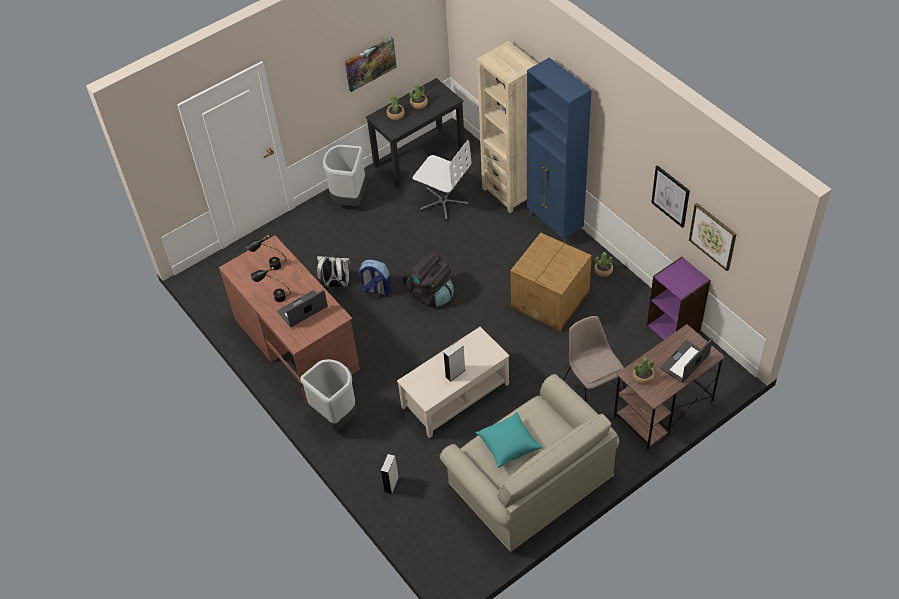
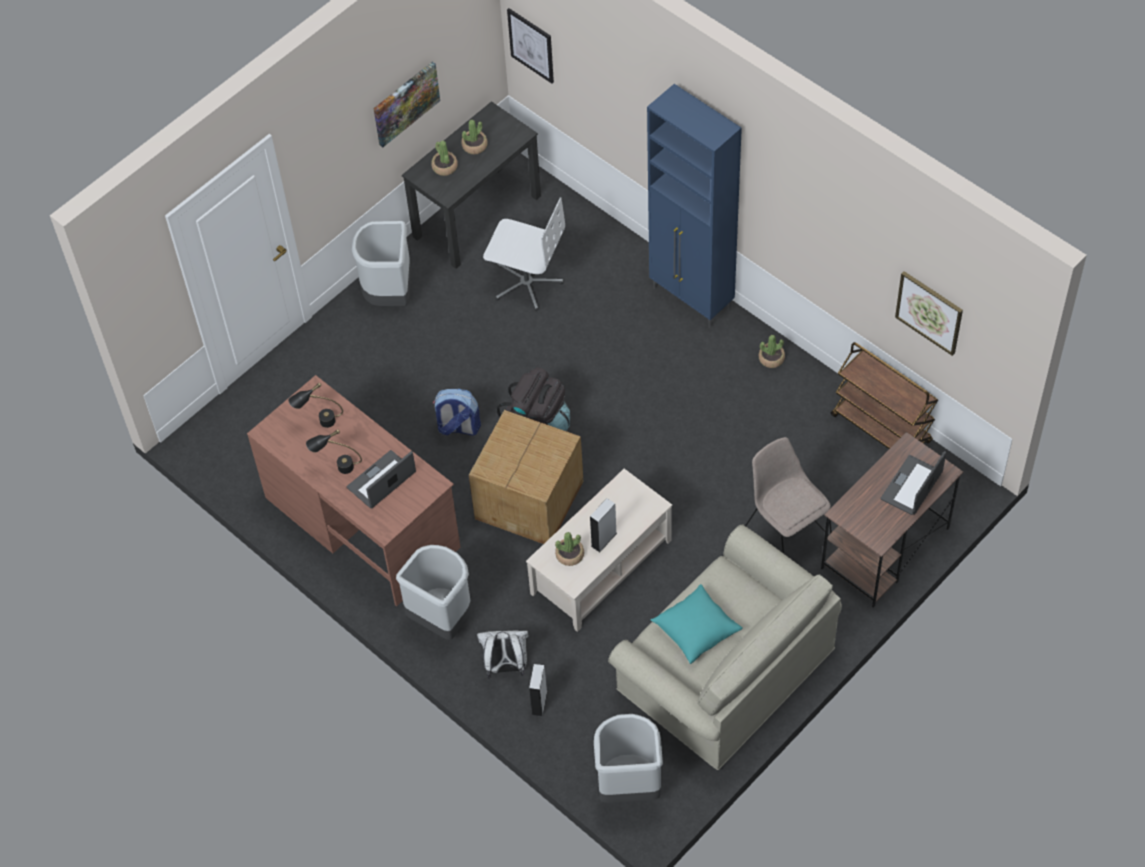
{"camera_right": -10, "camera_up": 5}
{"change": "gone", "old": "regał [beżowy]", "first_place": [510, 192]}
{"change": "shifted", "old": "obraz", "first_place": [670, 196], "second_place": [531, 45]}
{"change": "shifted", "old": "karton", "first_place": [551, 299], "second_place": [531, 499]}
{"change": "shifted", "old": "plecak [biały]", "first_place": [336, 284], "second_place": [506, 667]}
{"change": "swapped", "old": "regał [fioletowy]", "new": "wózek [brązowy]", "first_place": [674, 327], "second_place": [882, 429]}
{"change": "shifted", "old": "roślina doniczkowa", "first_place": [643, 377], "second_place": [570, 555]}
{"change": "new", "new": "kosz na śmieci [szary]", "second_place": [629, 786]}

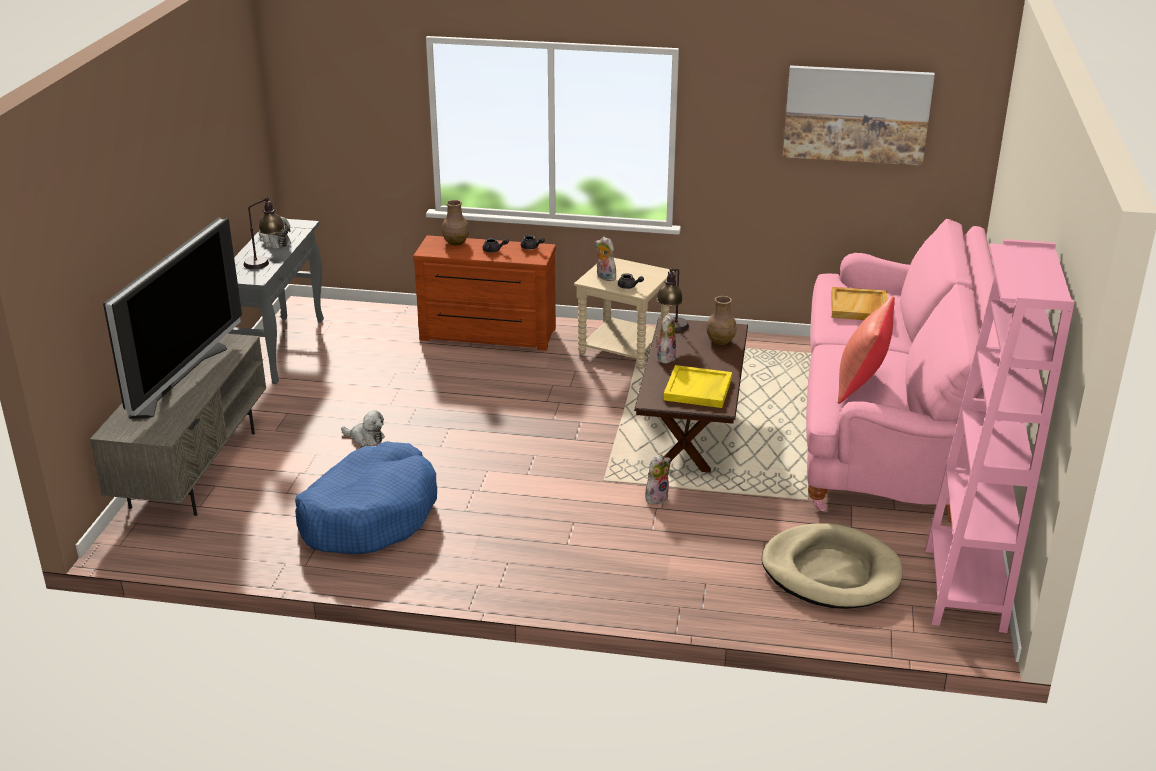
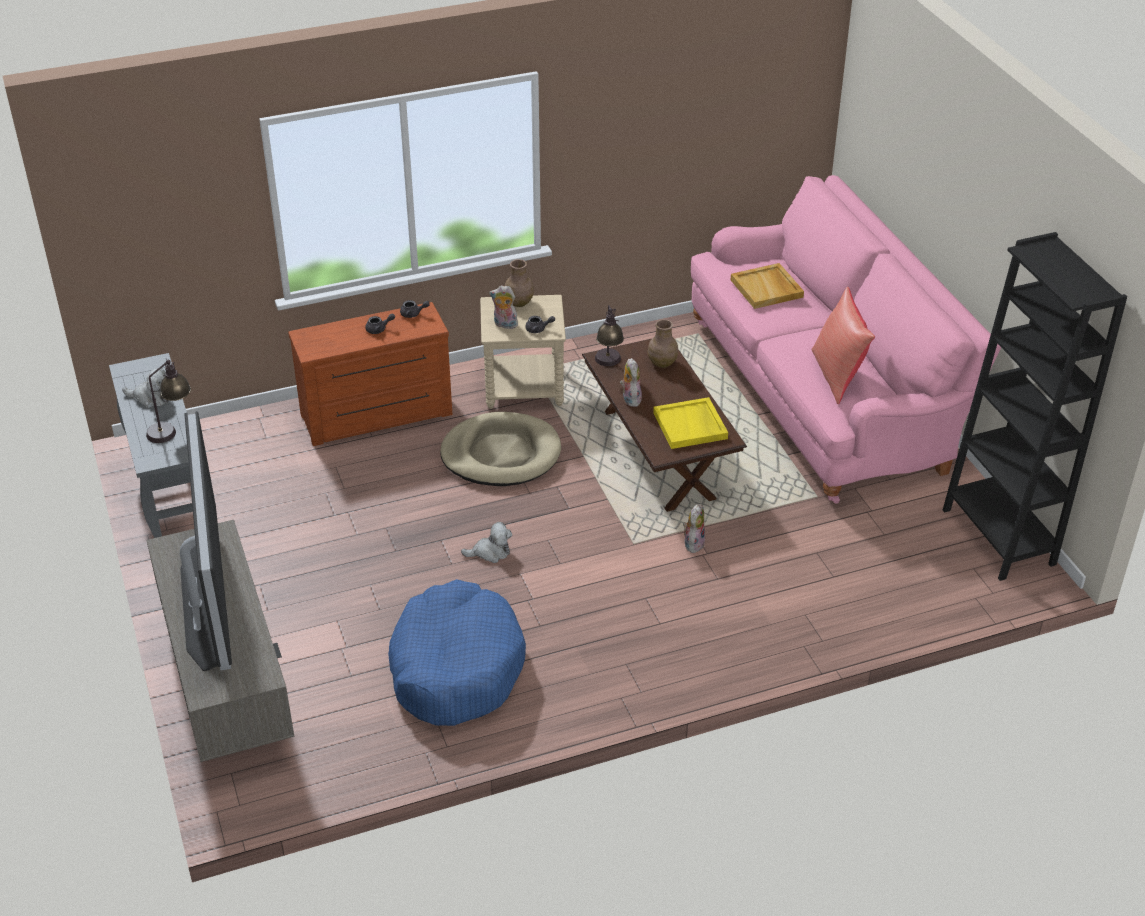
{"camera_right": -30, "camera_up": 10}
{"change": "gone", "old": "obraz", "first_place": [856, 114]}
{"change": "shifted", "old": "wazon [brązowy]", "first_place": [455, 242], "second_place": [519, 303]}
{"change": "repainted", "old": "regał [różowy]", "new": "regał [czarny]", "first_place": [964, 589], "second_place": [998, 537]}
{"change": "shifted", "old": "pluszak", "first_place": [366, 438], "second_place": [490, 552]}
{"change": "shifted", "old": "legowisko [beżowy]", "first_place": [831, 572], "second_place": [501, 454]}

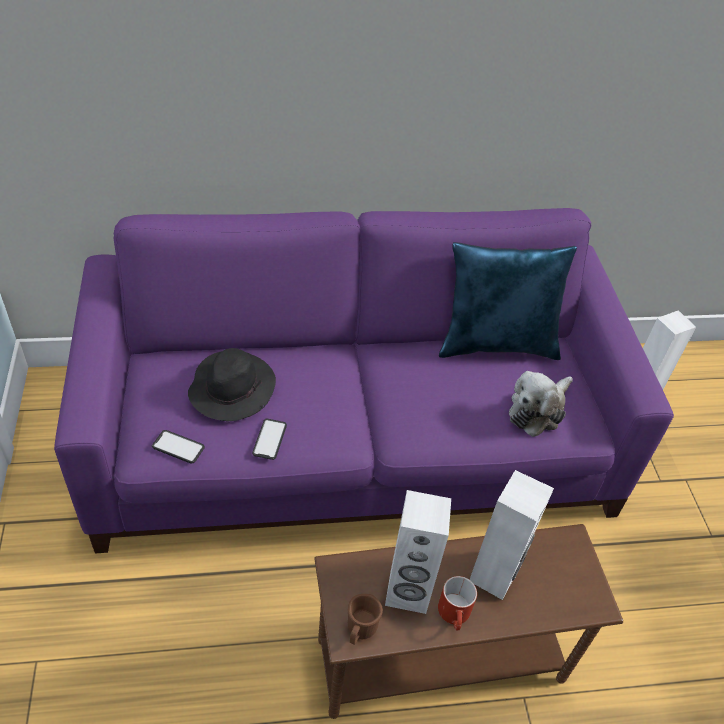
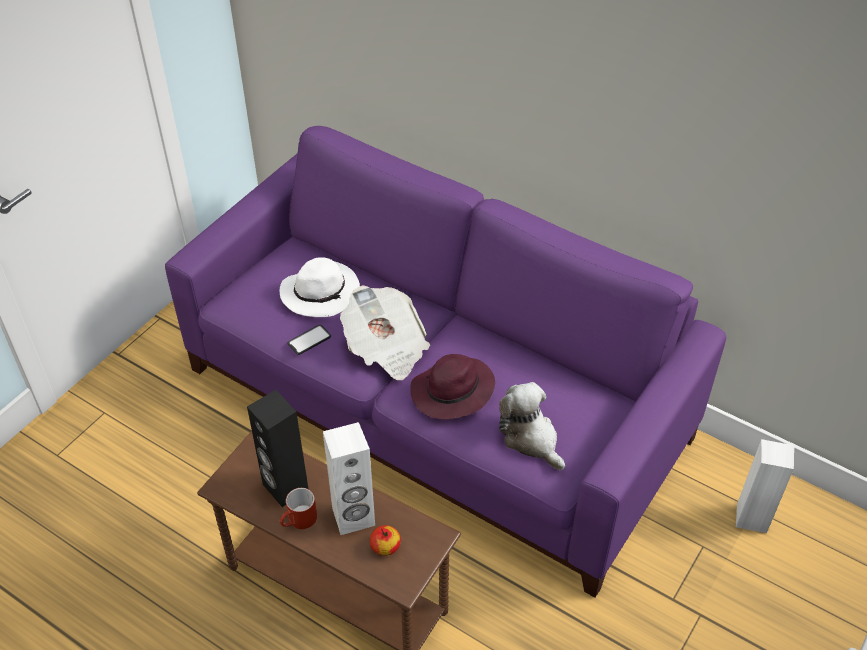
{"camera_right": 45, "camera_up": 0}
{"change": "gone", "old": "poduszka [niebieski]", "first_place": [496, 344]}
{"change": "repainted", "old": "kapelusz [czarny]", "new": "kapelusz [biały]", "first_place": [232, 388], "second_place": [321, 292]}
{"change": "rotated", "old": "pluszak", "first_place": [537, 410], "second_place": [531, 438], "degrees": 60}
{"change": "gone", "old": "telefon", "first_place": [178, 447]}
{"change": "repainted", "old": "głośnik [biały]", "new": "głośnik [czarny]", "first_place": [407, 593], "second_place": [285, 487]}
{"change": "gone", "old": "kubek [brązowy]", "first_place": [360, 630]}
{"change": "new", "new": "gazeta", "second_place": [386, 348]}
{"change": "new", "new": "kapelusz [fioletowy]", "second_place": [452, 392]}
{"change": "new", "new": "jabłko", "second_place": [385, 546]}

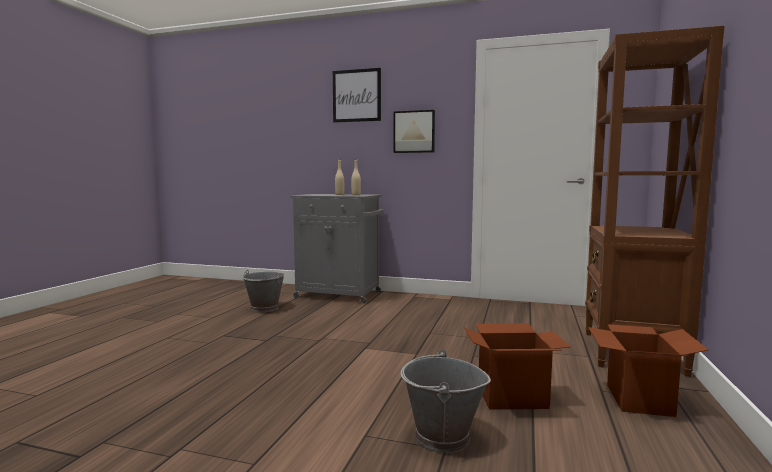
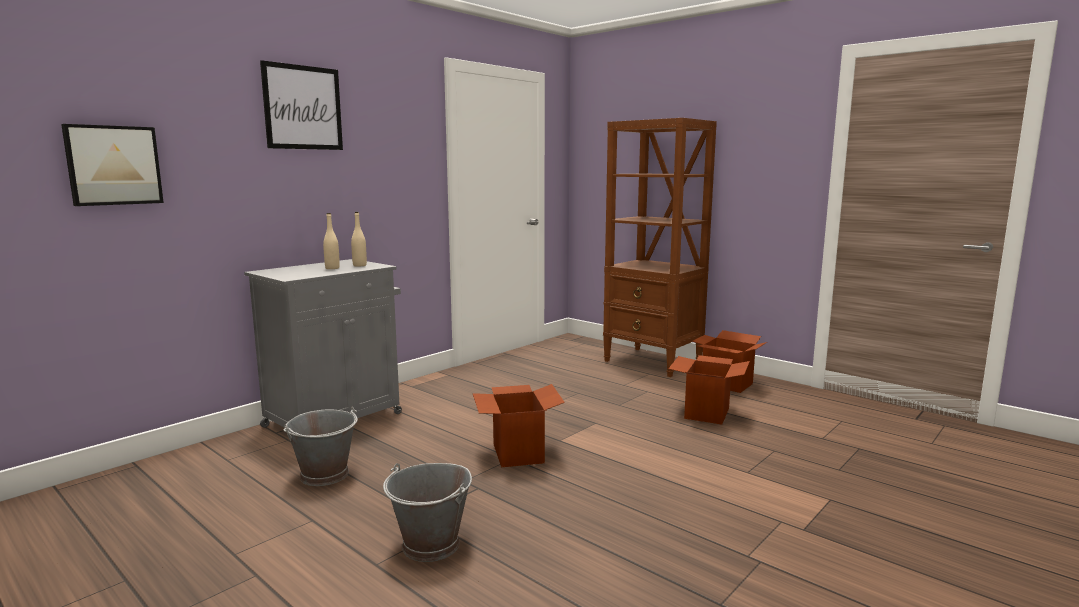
{"camera_right": -65, "camera_up": 5}
{"change": "shifted", "old": "obraz", "first_place": [414, 132], "second_place": [113, 165]}
{"change": "shifted", "old": "wiadro [szary]", "first_place": [441, 437], "second_place": [431, 545]}
{"change": "new", "new": "karton", "second_place": [517, 453]}

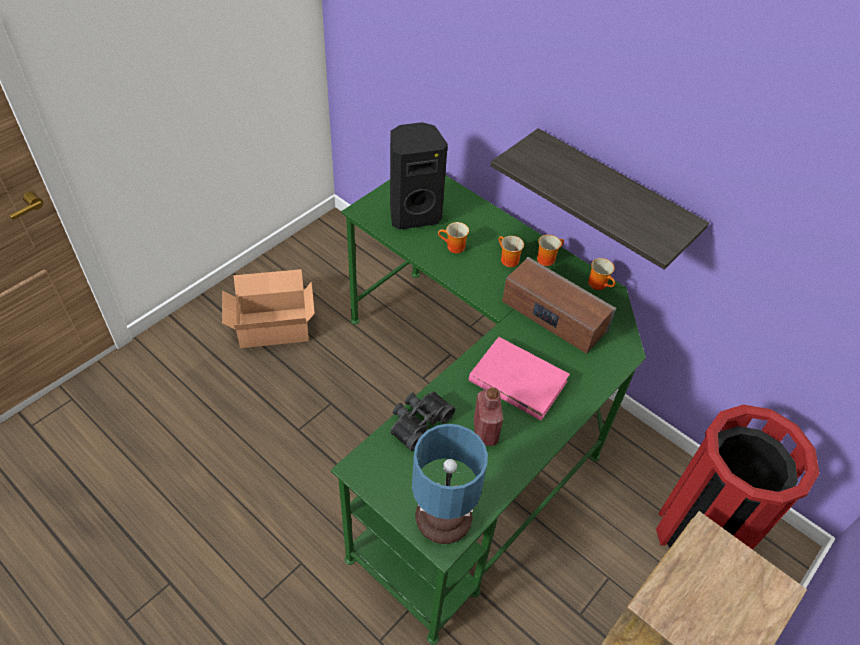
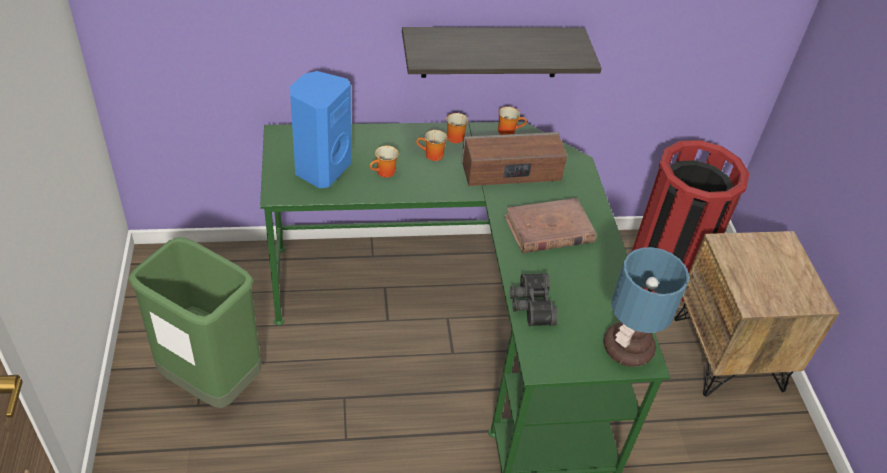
{"camera_right": -50, "camera_up": -5}
{"change": "repainted", "old": "głośnik [czarny]", "new": "głośnik [niebieski]", "first_place": [413, 214], "second_place": [321, 169]}
{"change": "swapped", "old": "karton", "new": "kosz na śmieci [zielony]", "first_place": [271, 325], "second_place": [211, 382]}
{"change": "repainted", "old": "książka [różowy]", "new": "książka [brązowy]", "first_place": [517, 381], "second_place": [548, 229]}
{"change": "gone", "old": "butelka [czerwony]", "first_place": [485, 432]}

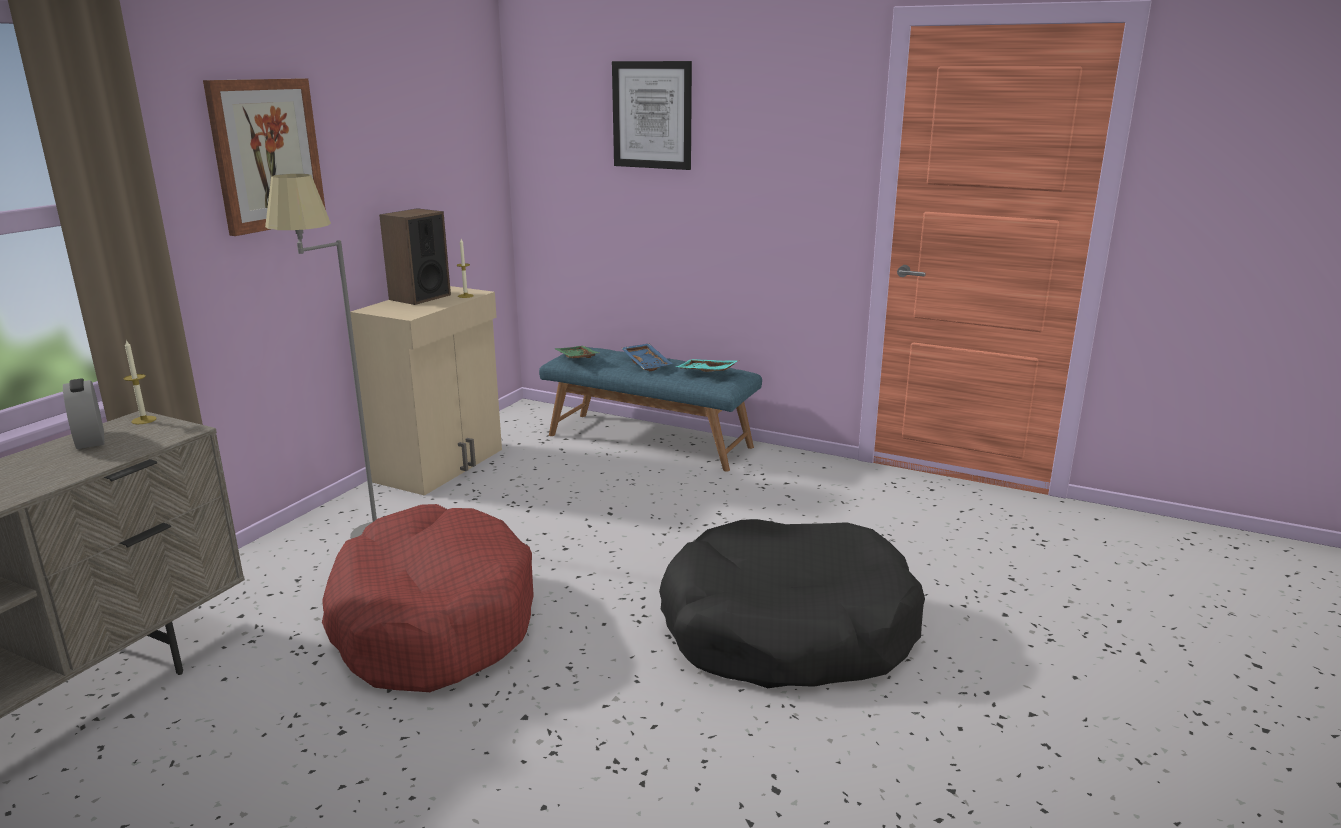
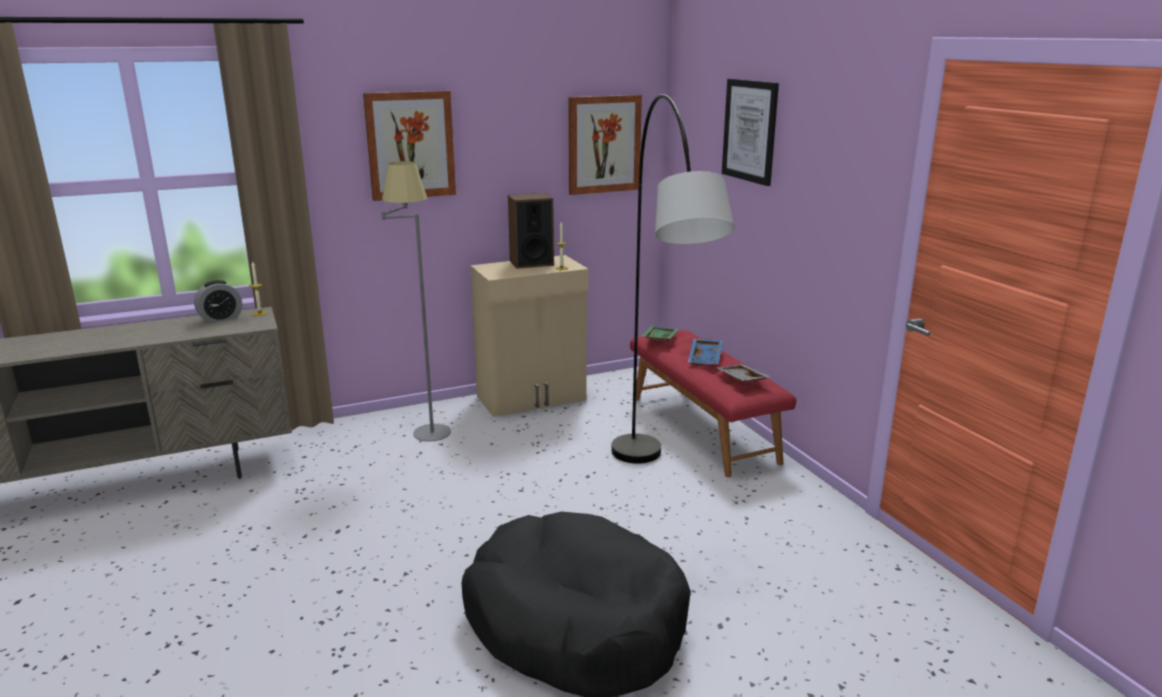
{"camera_right": 40, "camera_up": 0}
{"change": "repainted", "old": "ławka [niebieski]", "new": "ławka [czerwony]", "first_place": [650, 440], "second_place": [703, 428]}
{"change": "repainted", "old": "taca [turkusowy]", "new": "taca [szary]", "first_place": [706, 372], "second_place": [740, 379]}
{"change": "rotated", "old": "budzik", "first_place": [90, 440], "second_place": [220, 318], "degrees": -135}
{"change": "gone", "old": "legowisko [czerwony]", "first_place": [432, 621]}
{"change": "new", "new": "lampa stojąca [szary]", "second_place": [656, 500]}
{"change": "new", "new": "obraz", "second_place": [604, 144]}

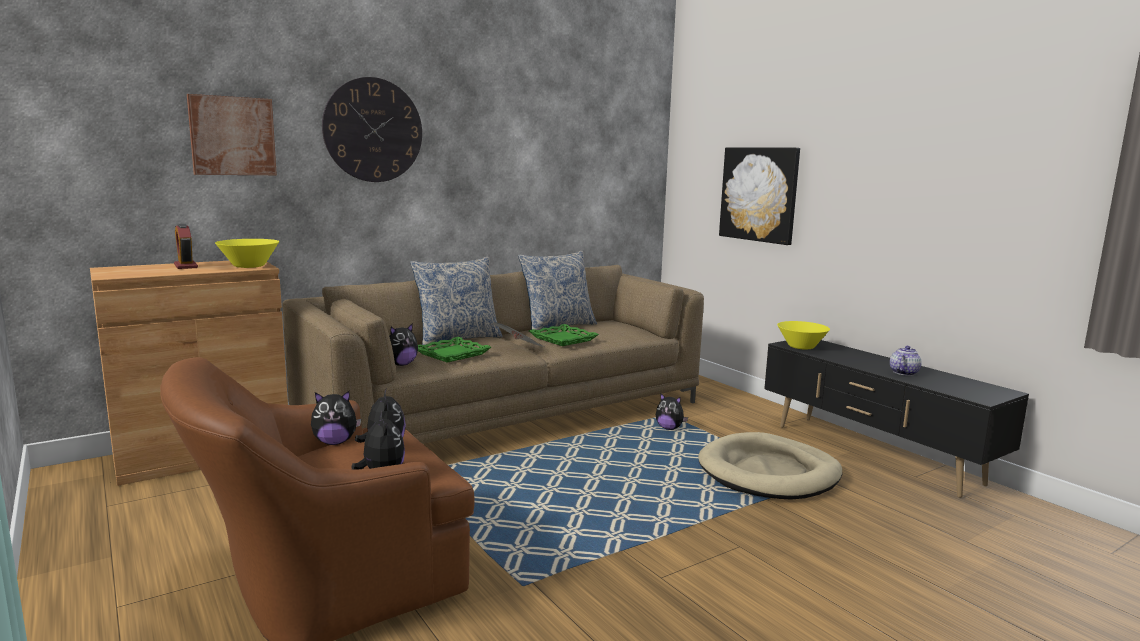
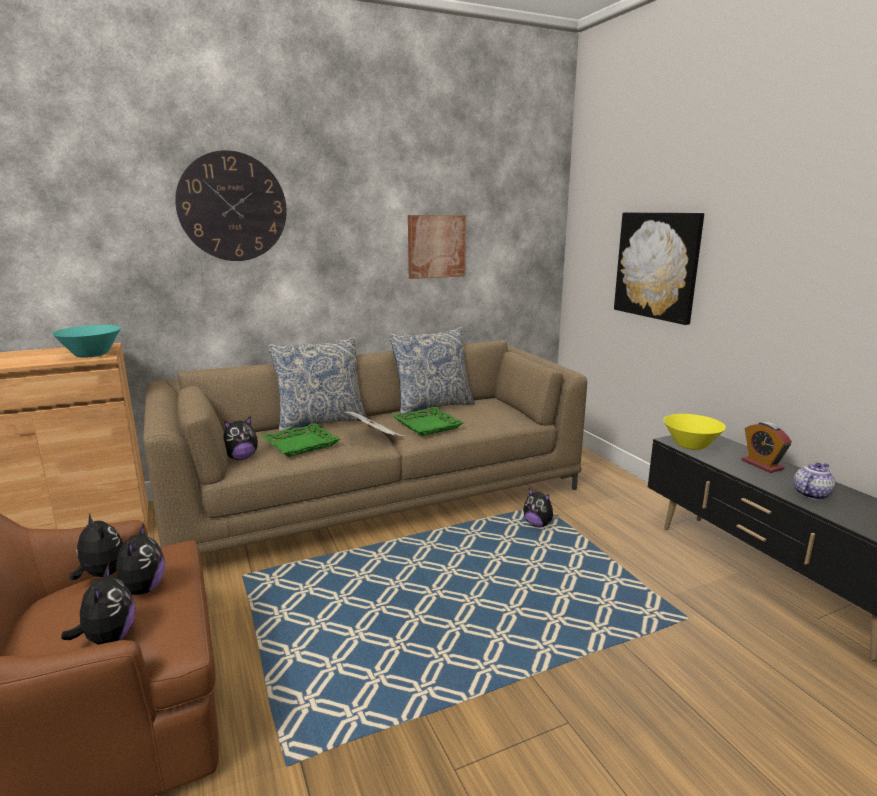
{"camera_right": 10, "camera_up": 5}
{"change": "shifted", "old": "obraz", "first_place": [232, 136], "second_place": [436, 246]}
{"change": "shifted", "old": "budzik", "first_place": [186, 266], "second_place": [762, 465]}
{"change": "repainted", "old": "miska [żółty]", "new": "miska [turkusowy]", "first_place": [249, 266], "second_place": [91, 355]}
{"change": "rotated", "old": "pluszak", "first_place": [335, 442], "second_place": [101, 574], "degrees": -135}
{"change": "gone", "old": "legowisko [beżowy]", "first_place": [769, 472]}

